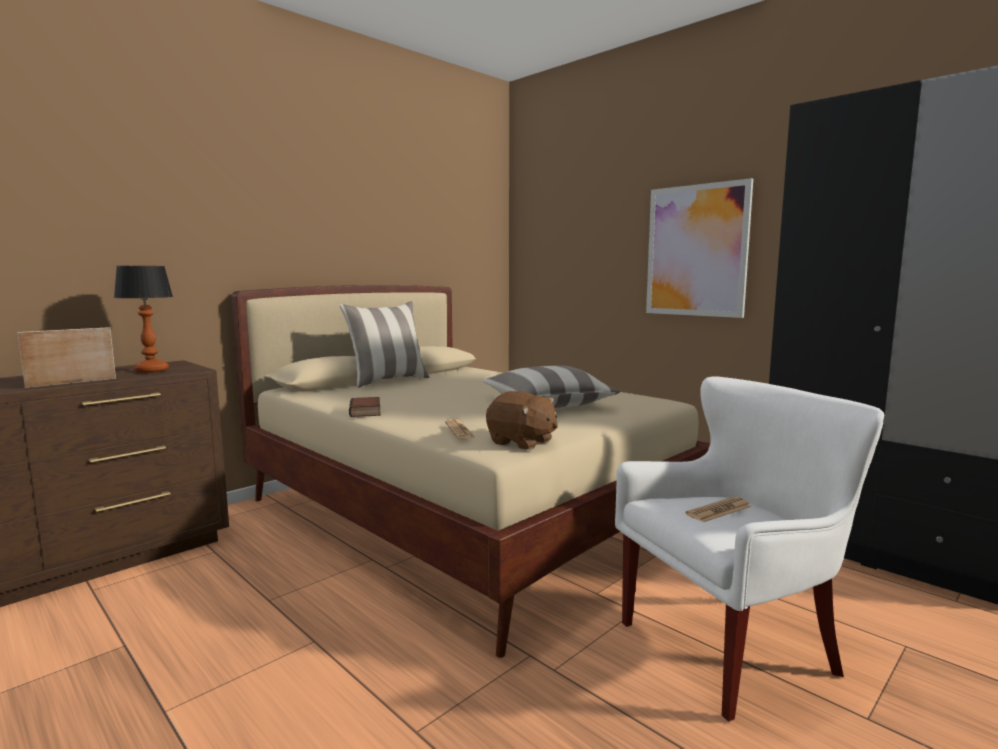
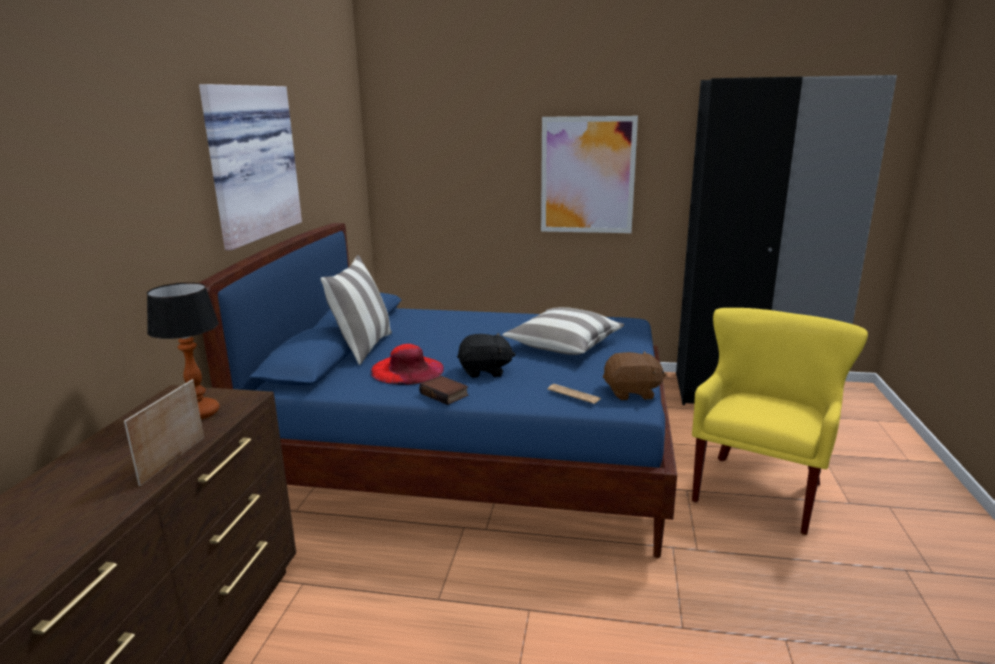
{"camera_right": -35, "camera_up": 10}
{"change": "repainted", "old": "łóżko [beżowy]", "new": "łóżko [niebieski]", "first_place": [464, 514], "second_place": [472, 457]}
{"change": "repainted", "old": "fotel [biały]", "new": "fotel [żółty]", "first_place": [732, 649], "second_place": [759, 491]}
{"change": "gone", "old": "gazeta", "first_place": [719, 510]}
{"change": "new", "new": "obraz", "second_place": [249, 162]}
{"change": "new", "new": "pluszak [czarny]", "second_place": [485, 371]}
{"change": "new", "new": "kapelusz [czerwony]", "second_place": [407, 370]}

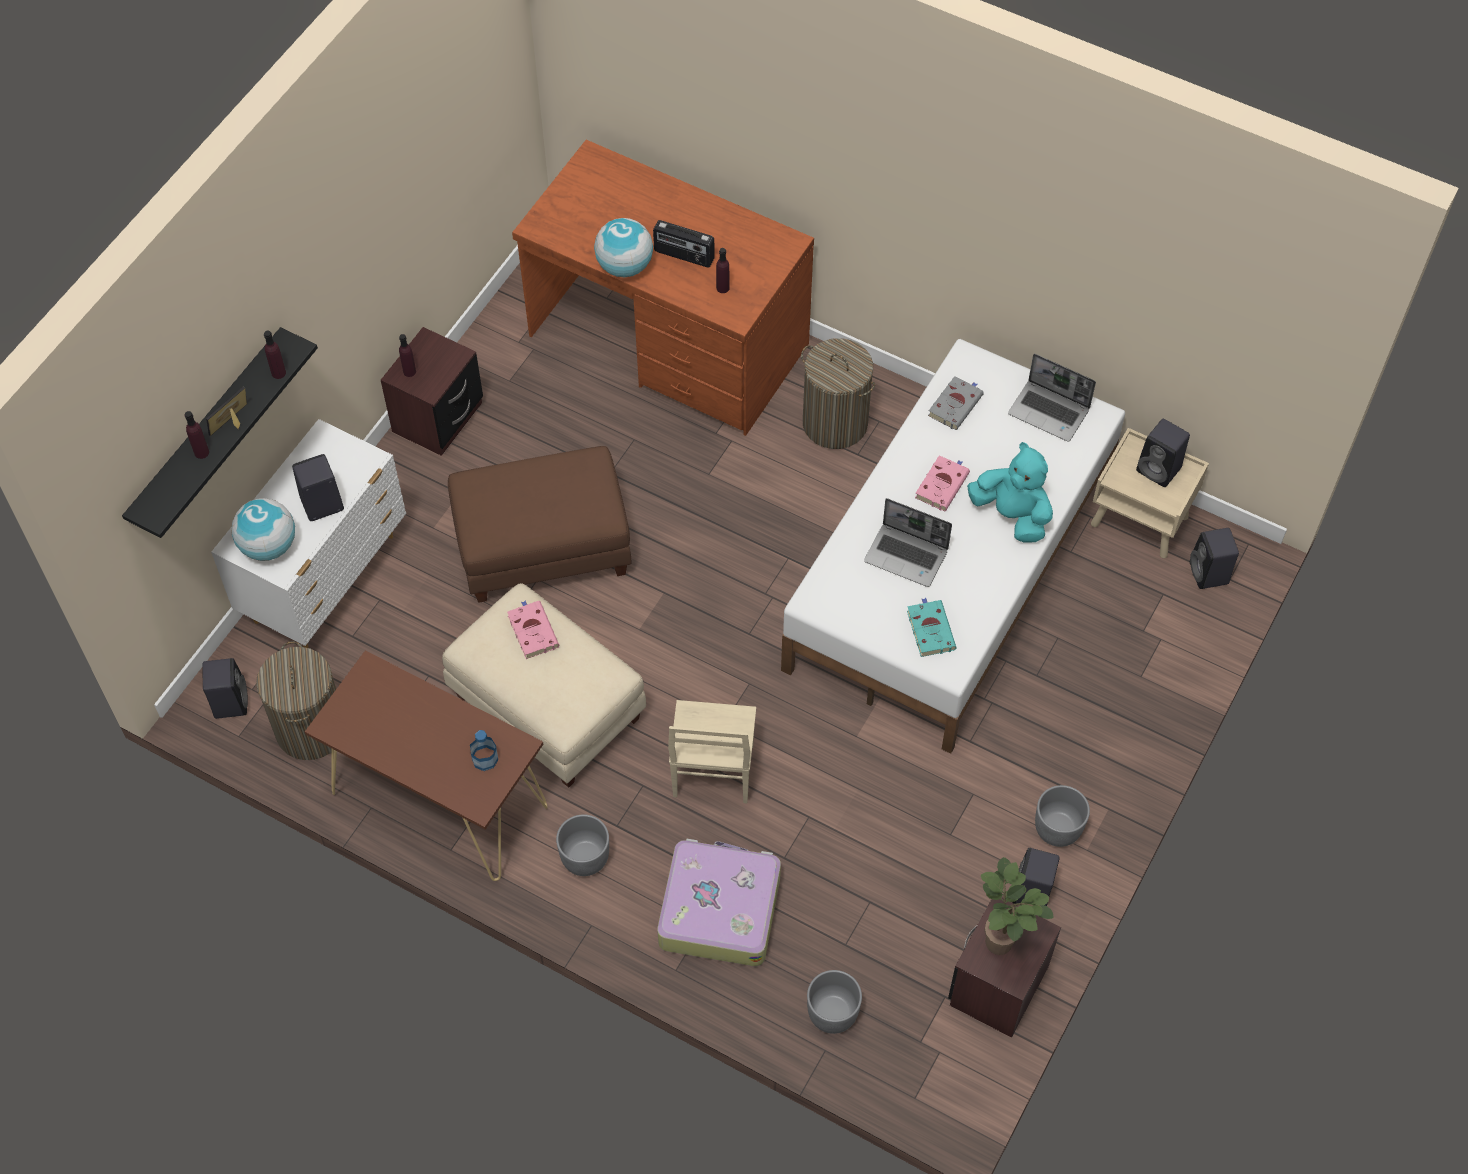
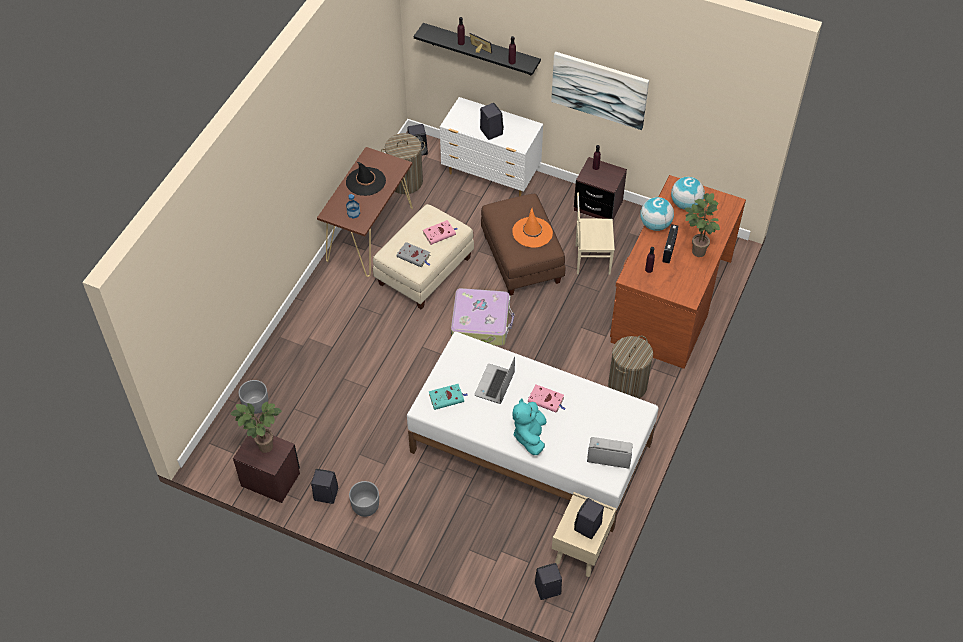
{"camera_right": 85, "camera_up": -5}
{"change": "rotated", "old": "laptop", "first_place": [1050, 412], "second_place": [609, 454], "degrees": 75}
{"change": "shifted", "old": "książka [szary]", "first_place": [955, 404], "second_place": [414, 256]}
{"change": "rotated", "old": "pluszak [turkusowy]", "first_place": [1012, 515], "second_place": [530, 436], "degrees": 150}
{"change": "shifted", "old": "globus", "first_place": [269, 546], "second_place": [685, 204]}
{"change": "shifted", "old": "krzesło [beżowy]", "first_place": [711, 772], "second_place": [591, 259]}
{"change": "gone", "old": "donica [szary]", "first_place": [584, 857]}
{"change": "shifted", "old": "walizka", "first_place": [719, 909], "second_place": [481, 322]}
{"change": "new", "new": "obraz", "second_place": [599, 89]}
{"change": "new", "new": "kapelusz [czarny]", "second_place": [365, 181]}
{"change": "new", "new": "roślina doniczkowa", "second_place": [697, 250]}
{"change": "new", "new": "kapelusz [pomarańczowy]", "second_place": [532, 232]}

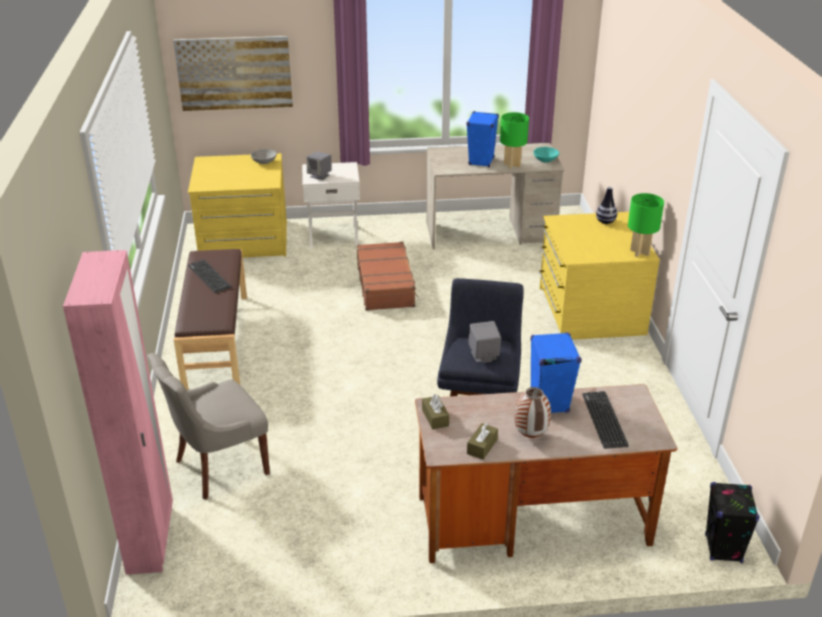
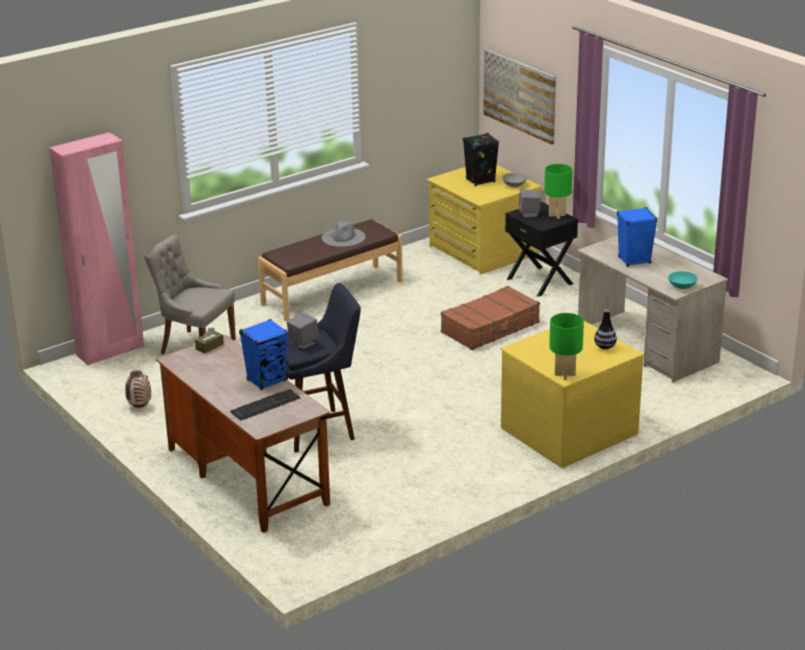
{"camera_right": 60, "camera_up": -5}
{"change": "shifted", "old": "lampa stołowa [zielony]", "first_place": [512, 165], "second_place": [557, 215]}
{"change": "repainted", "old": "szafka nocna [biały]", "new": "szafka nocna [czarny]", "first_place": [333, 236], "second_place": [540, 281]}
{"change": "swapped", "old": "klawiatura", "new": "kapelusz [szary]", "first_place": [209, 276], "second_place": [343, 237]}
{"change": "shifted", "old": "wazon", "first_place": [530, 435], "second_place": [140, 407]}
{"change": "gone", "old": "pudełko chusteczek [brązowy]", "first_place": [482, 446]}
{"change": "shifted", "old": "głośnik [czarny]", "first_place": [723, 549], "second_place": [480, 181]}

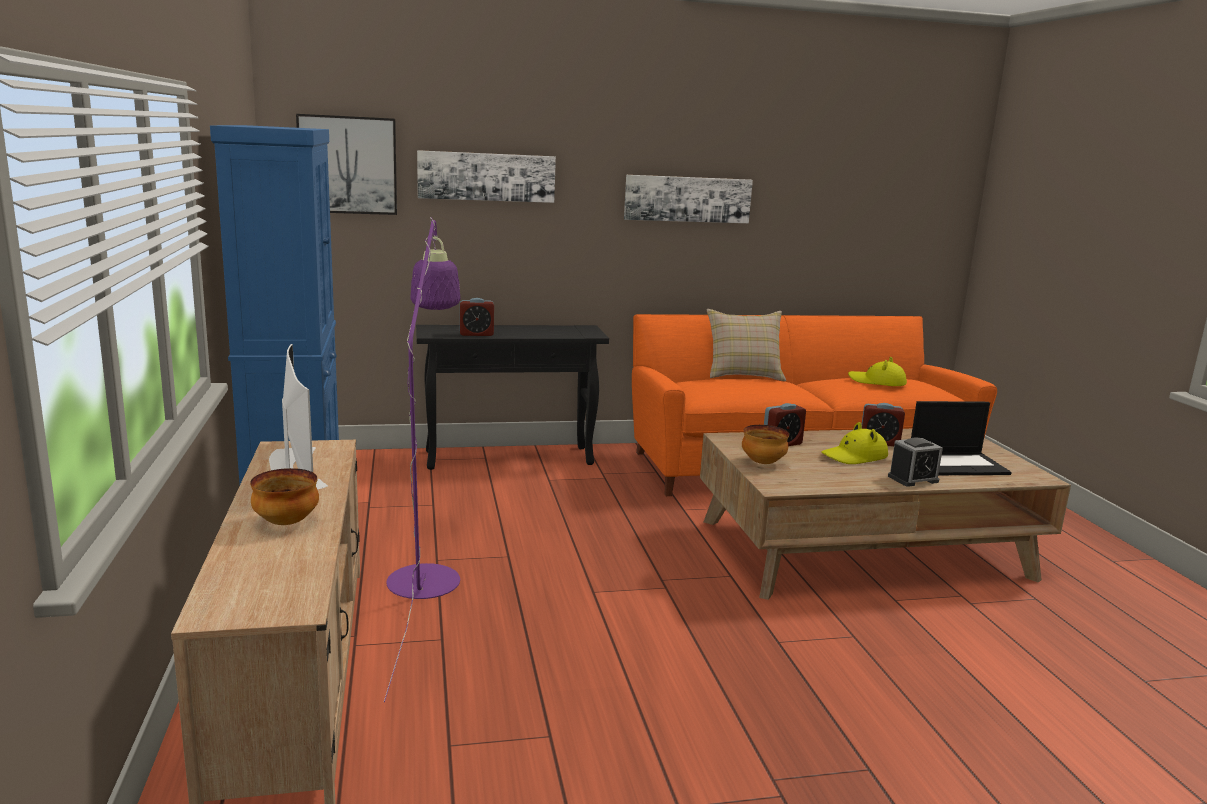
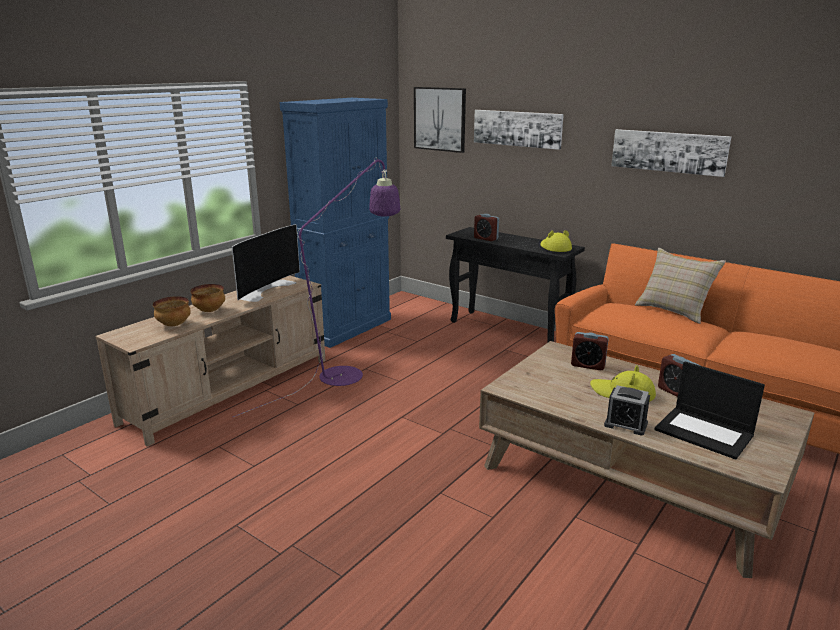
{"camera_right": 50, "camera_up": 5}
{"change": "shifted", "old": "kapelusz [żółty]", "first_place": [877, 382], "second_place": [555, 247]}
{"change": "shifted", "old": "miska", "first_place": [763, 463], "second_place": [173, 325]}

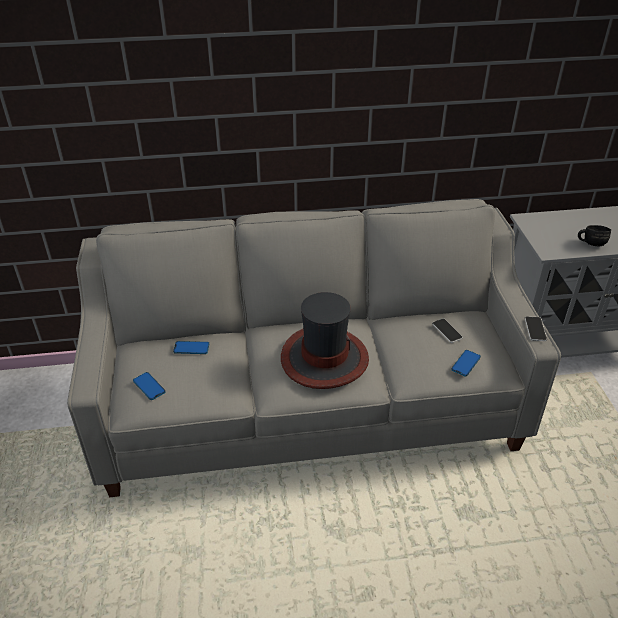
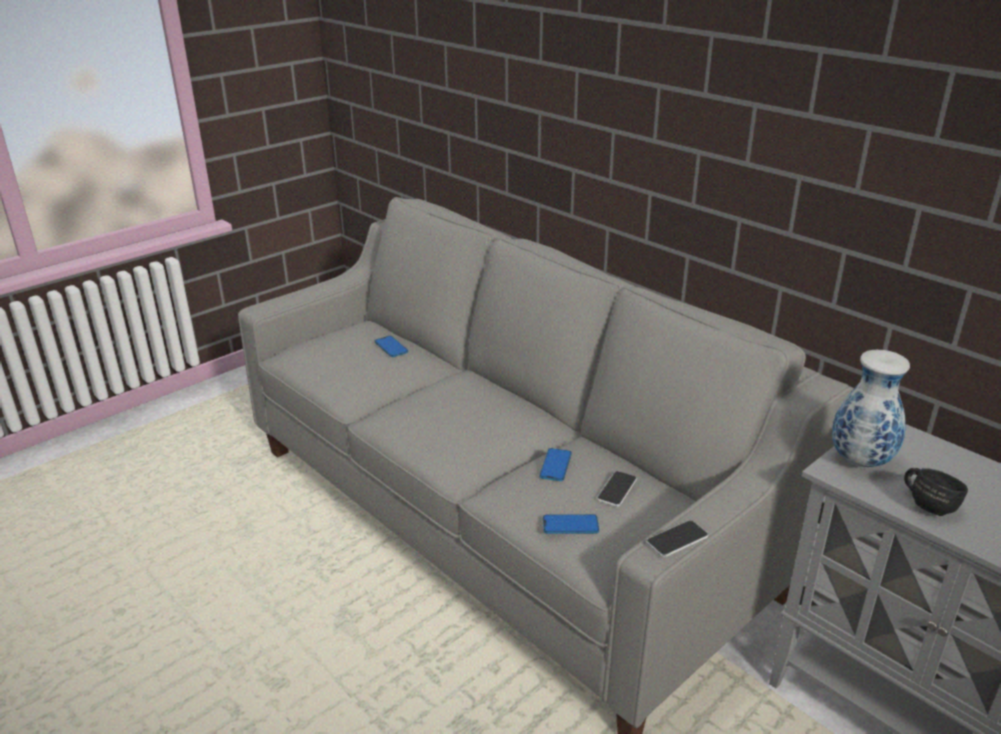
{"camera_right": 55, "camera_up": -10}
{"change": "gone", "old": "kapelusz", "first_place": [324, 359]}
{"change": "shifted", "old": "telefon", "first_place": [149, 386], "second_place": [555, 465]}
{"change": "new", "new": "wazon", "second_place": [859, 460]}

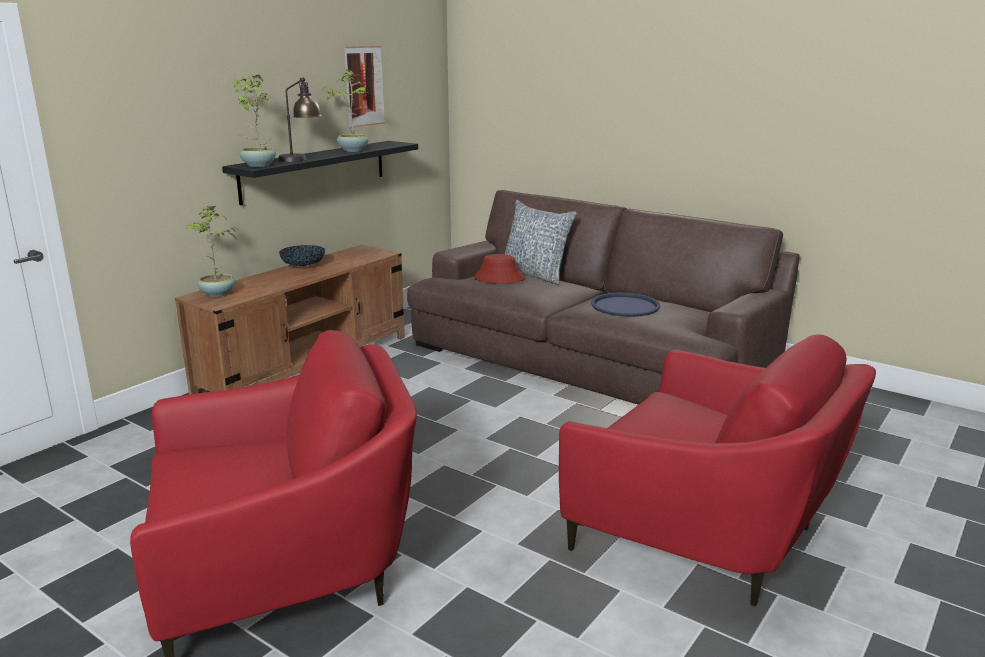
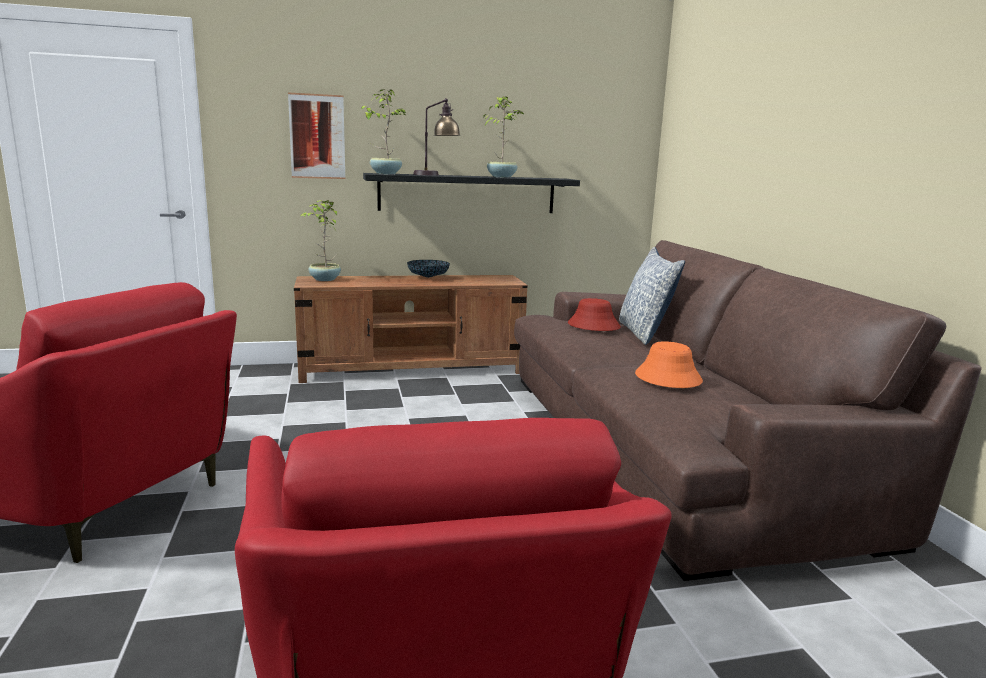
{"camera_right": 40, "camera_up": -5}
{"change": "shifted", "old": "obraz", "first_place": [364, 86], "second_place": [317, 136]}
{"change": "swapped", "old": "taca [niebieski]", "new": "kapelusz [pomarańczowy]", "first_place": [625, 306], "second_place": [667, 378]}

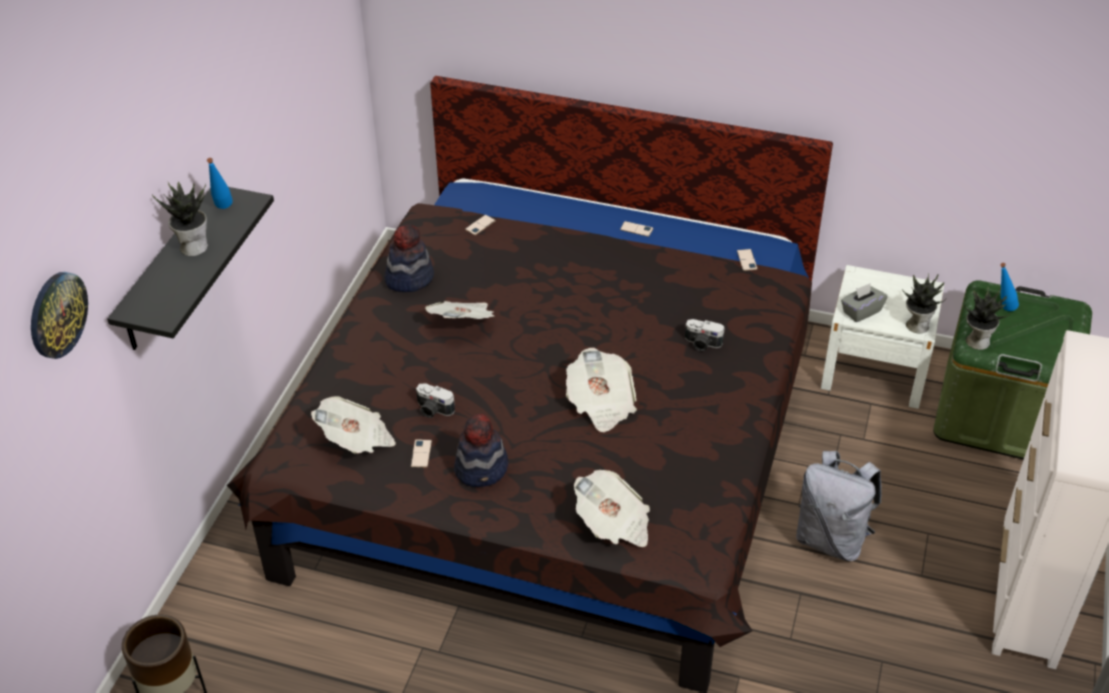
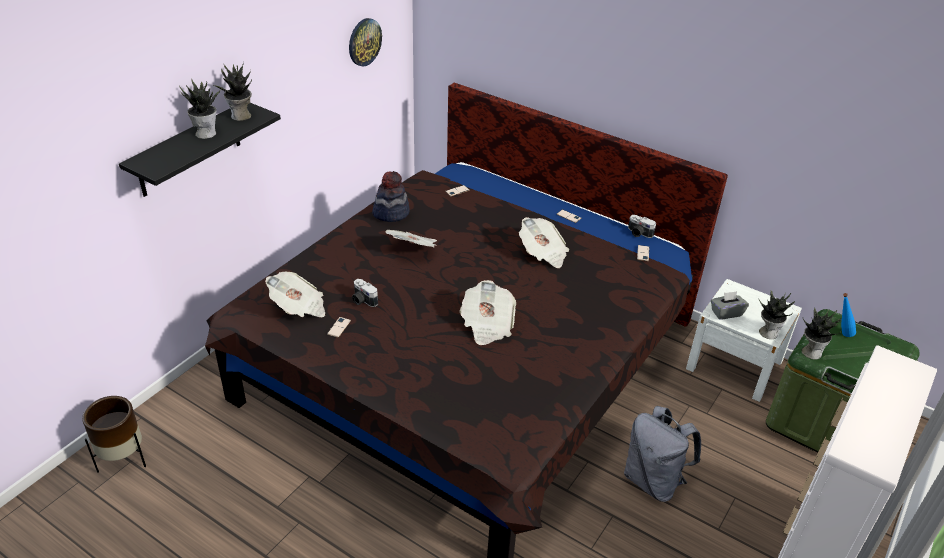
{"camera_right": 15, "camera_up": -5}
{"change": "swapped", "old": "butelka [niebieski]", "new": "roślina doniczkowa", "first_place": [223, 210], "second_place": [240, 116]}
{"change": "shifted", "old": "zegar ścienny", "first_place": [57, 314], "second_place": [364, 42]}
{"change": "shifted", "old": "aparat fotograficzny", "first_place": [702, 344], "second_place": [639, 233]}
{"change": "gone", "old": "kapelusz", "first_place": [482, 468]}
{"change": "shifted", "old": "gazeta", "first_place": [613, 524], "second_place": [543, 254]}

